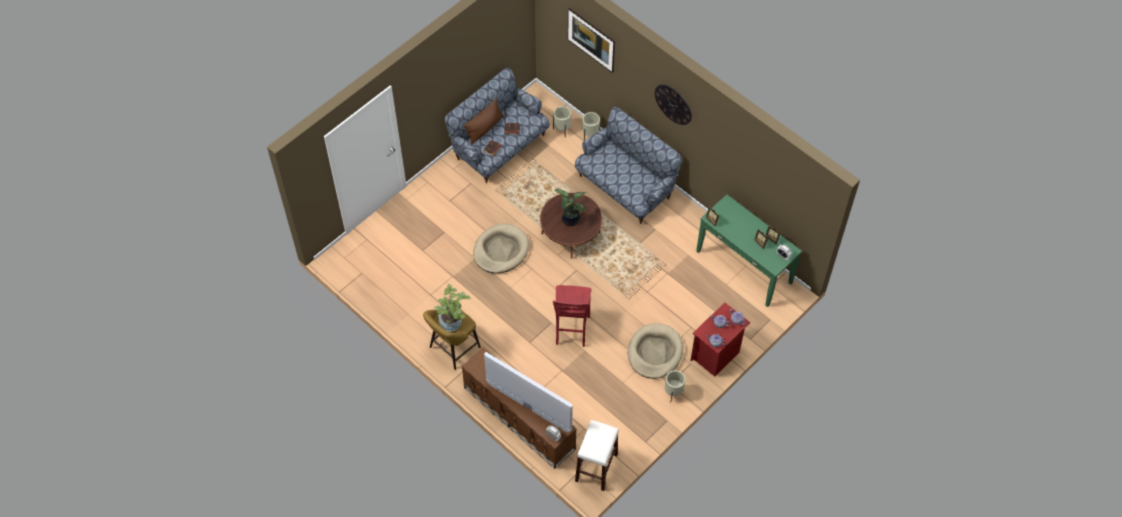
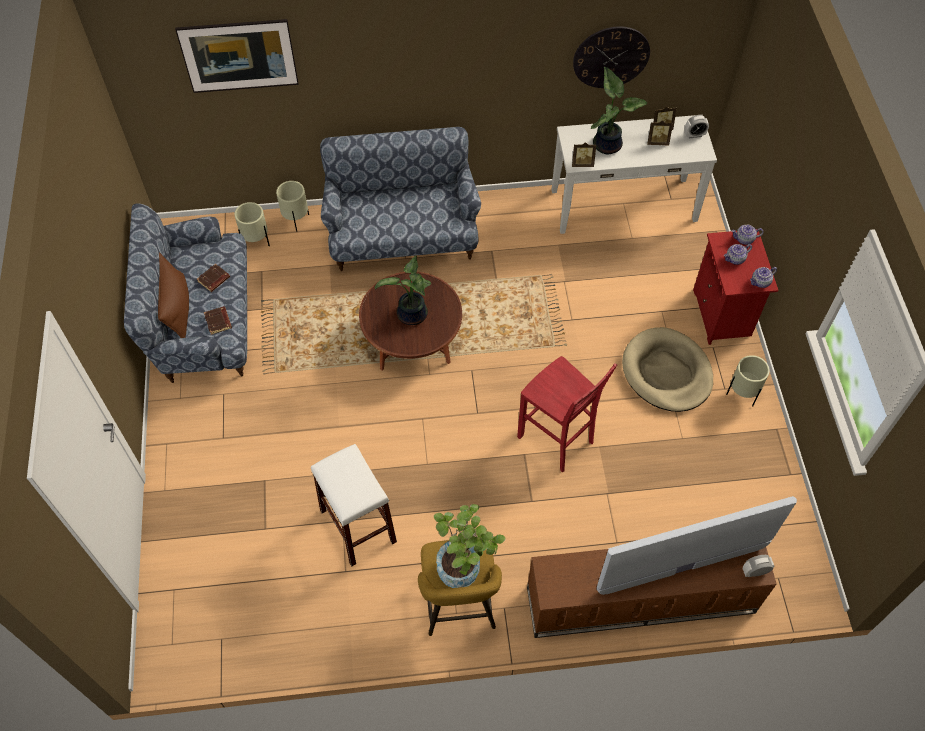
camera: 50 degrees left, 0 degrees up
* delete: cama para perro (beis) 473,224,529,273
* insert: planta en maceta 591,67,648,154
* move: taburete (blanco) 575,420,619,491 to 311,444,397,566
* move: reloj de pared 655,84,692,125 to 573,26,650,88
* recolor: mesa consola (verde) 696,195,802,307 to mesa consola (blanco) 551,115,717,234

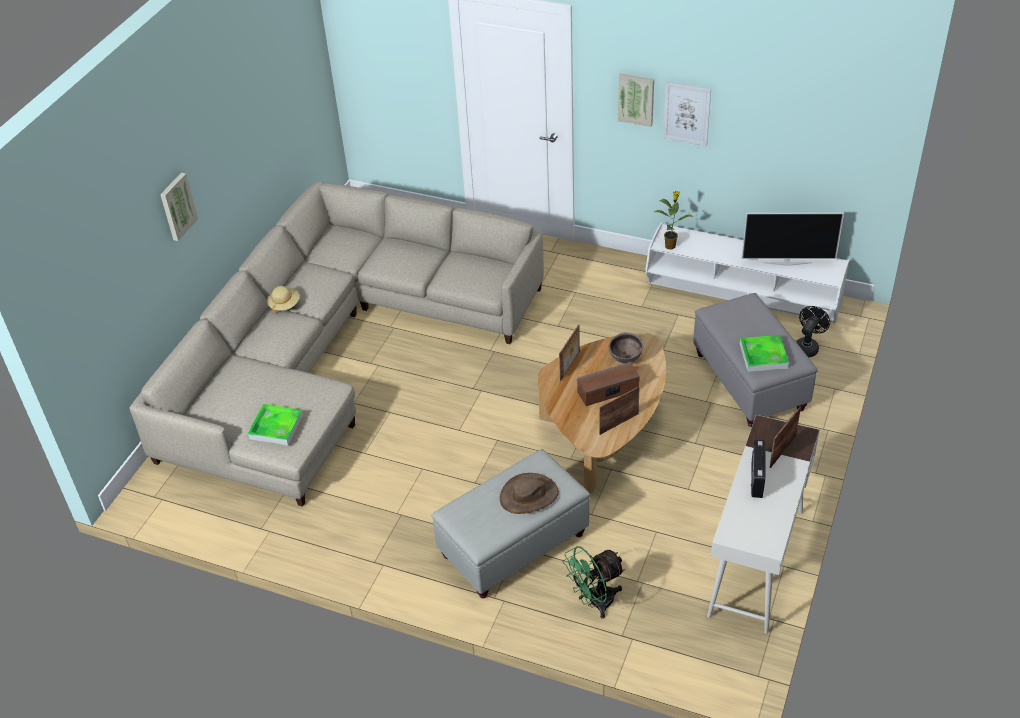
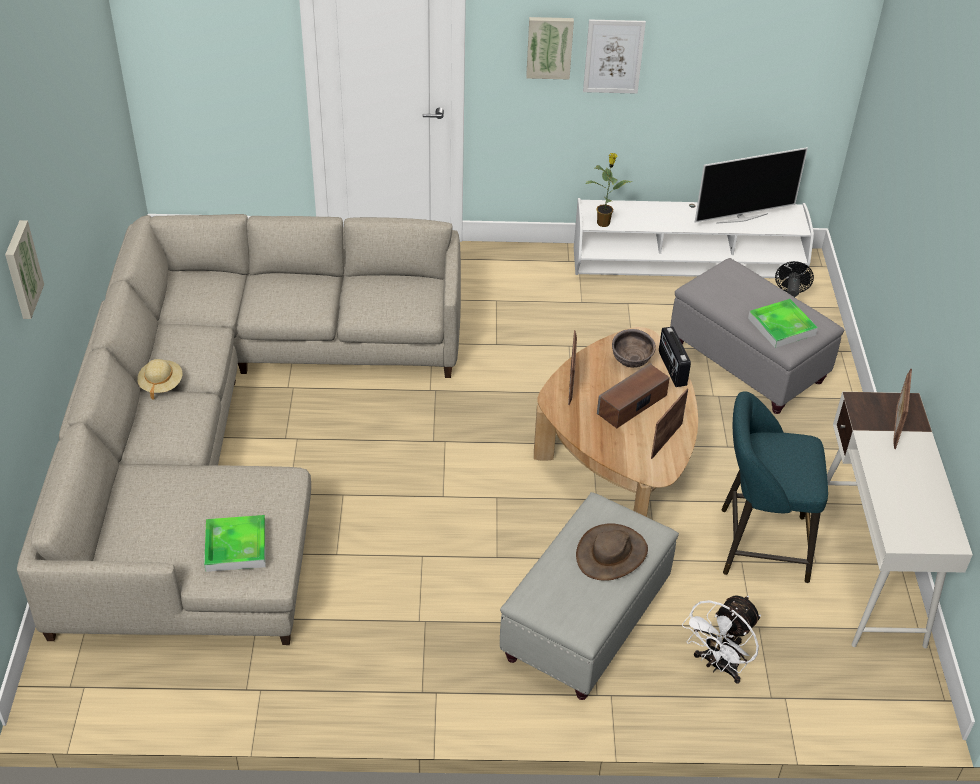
camera: 25 degrees left, 0 degrees up
* insert: taburete (turquesa) 722,392,828,583
* move: radio 751,440,765,498 to 659,326,691,387
* recolor: ventilador (verde) 563,546,625,619 to ventilador (blanco) 682,595,761,684

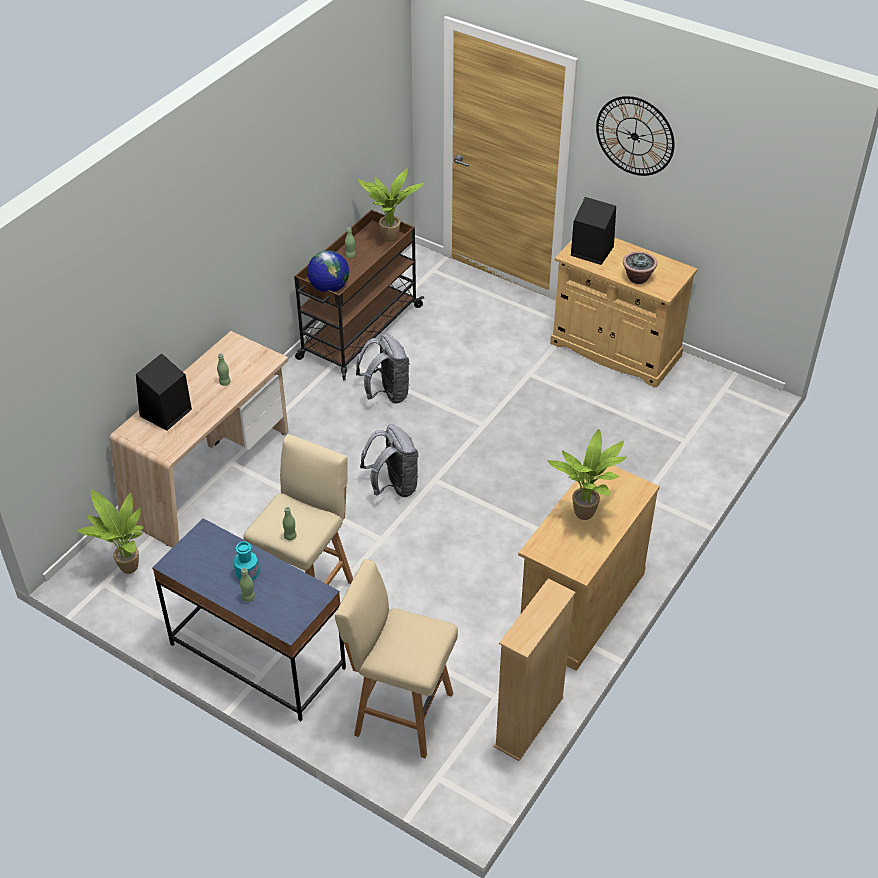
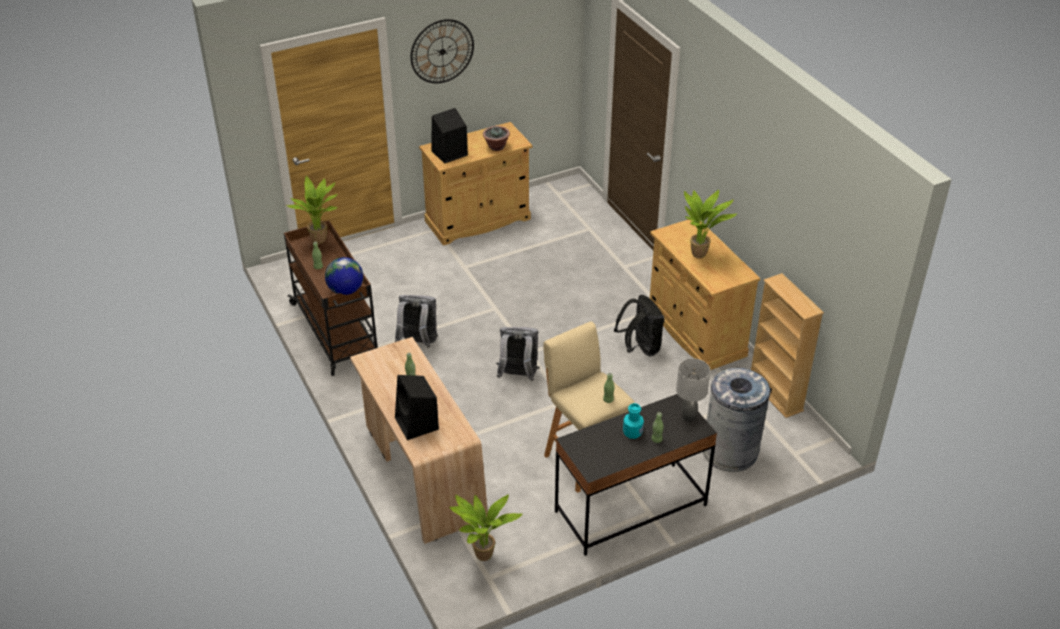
camera: 60 degrees left, 5 degrees down
* insert: mochila (negro) 614,295,665,356
* insert: lámpara de mesa (gris) 676,358,710,422
* replace: taburete (beis) 335,559,458,758 to papelera (gris) 703,368,770,472
* recolor: escritorio (azul) 152,518,346,721 to escritorio (negro) 555,394,717,556

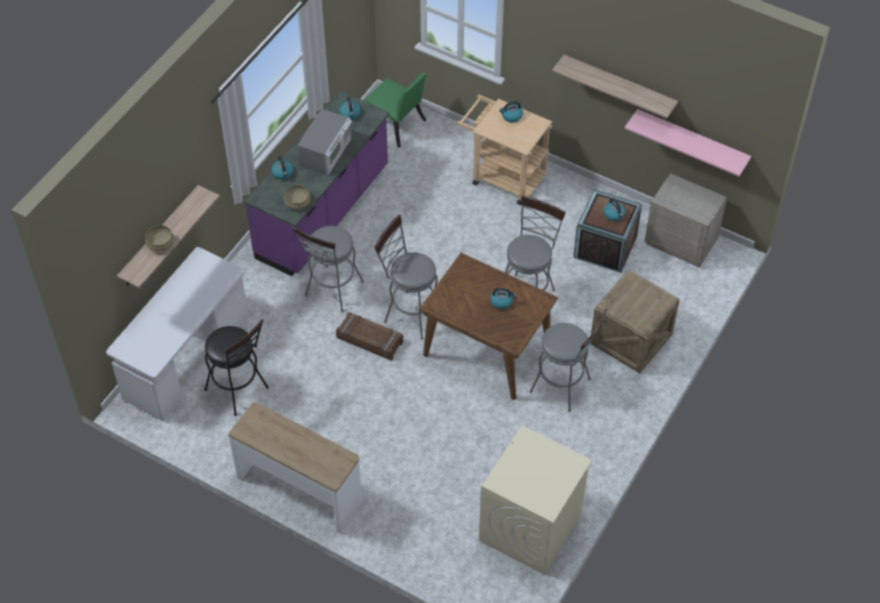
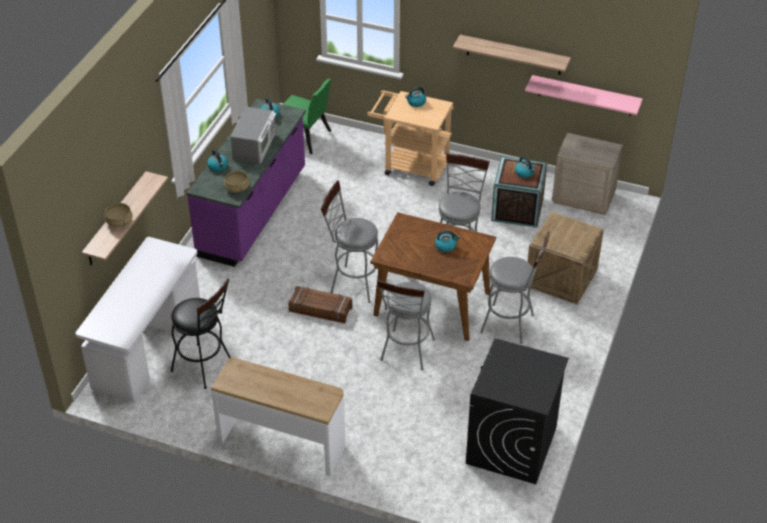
camera: 10 degrees left, 10 degrees down
* move: taburete (gris) 292,226,364,312 to 377,280,435,370
* recolor: lavadora (beis) 479,425,592,575 to lavadora (negro) 466,338,569,484

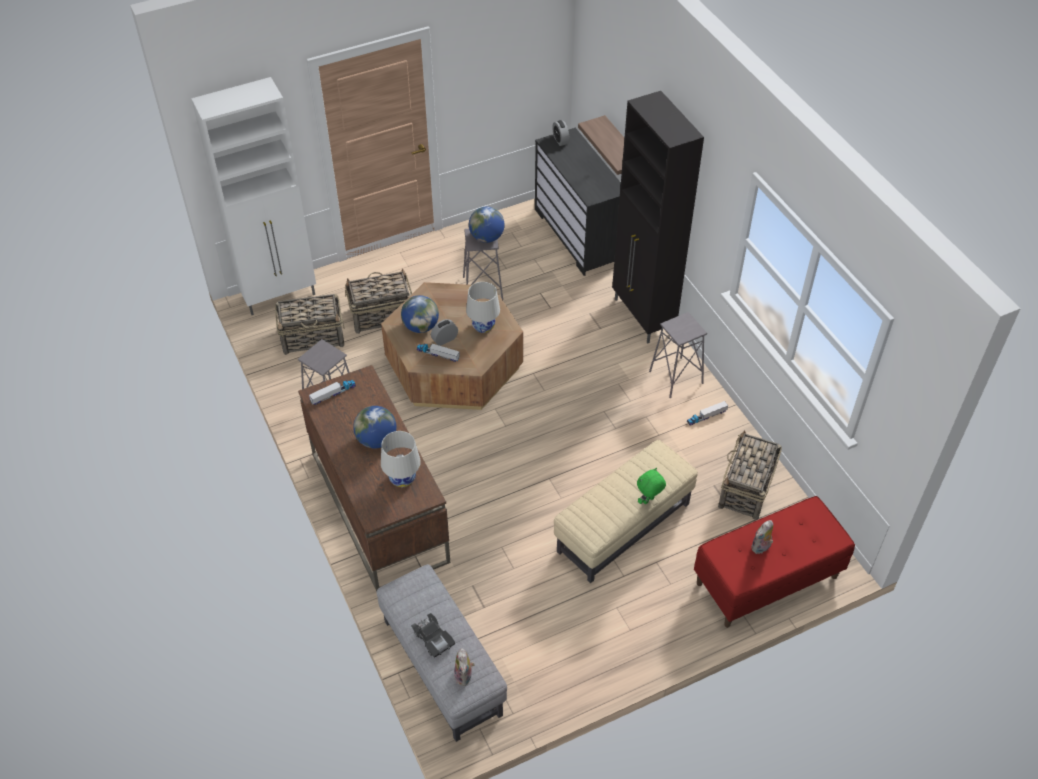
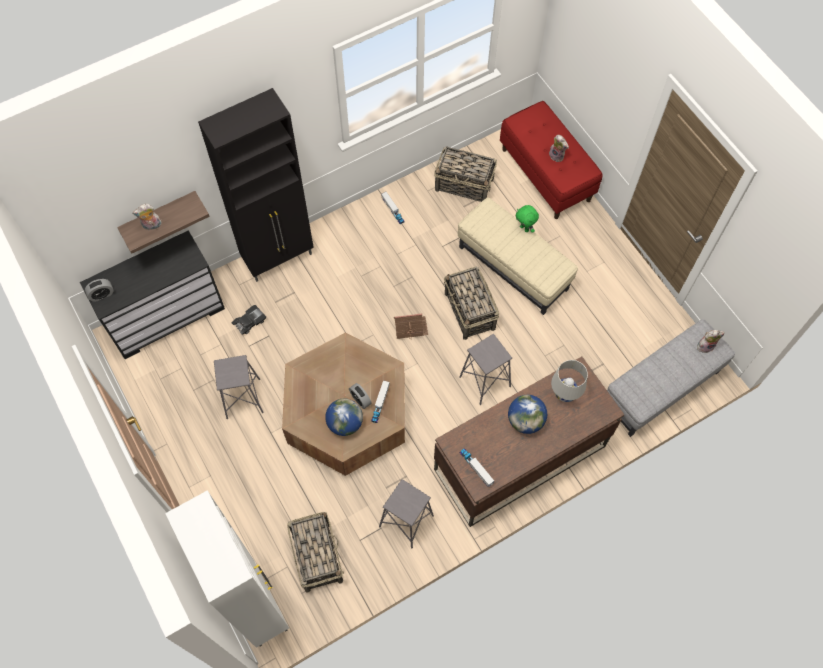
camera: 95 degrees left, 15 degrees up
* delete: lámpara de mesa (blanco) 466,282,500,333
* delete: globo terráqueo 469,206,505,243
* insert: peluche 132,203,162,230
* insert: casita 394,313,428,339
* move: cesta 345,268,412,334 to 444,267,499,340
* move: coche de juguete (negro) 411,613,455,658 to 231,305,266,335
* move: taburete (gris) 649,312,707,398 to 459,334,512,405

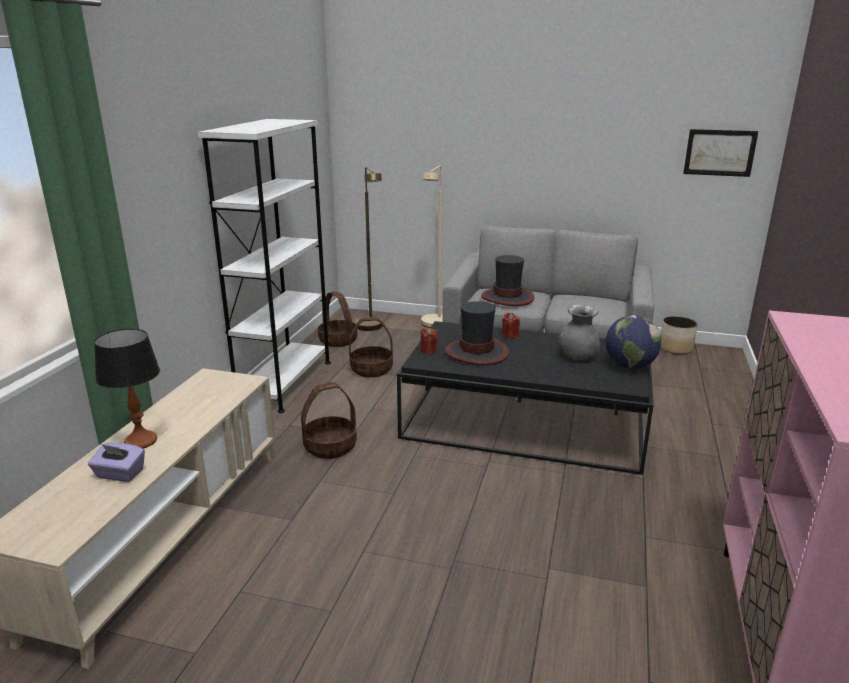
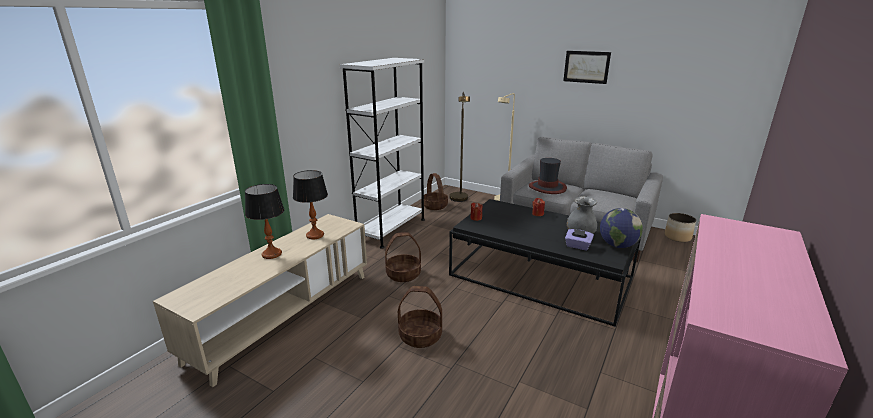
camera: 15 degrees right, 0 degrees up
* delete: sombrero 445,301,509,365
* insert: lámpara de mesa 293,170,328,239
* move: caja de pañuelos (morado) 88,443,145,482 to 565,229,594,251
* move: cesta 349,317,393,377 to 398,286,442,348
* move: cuadro 683,129,758,177 to 563,51,611,84

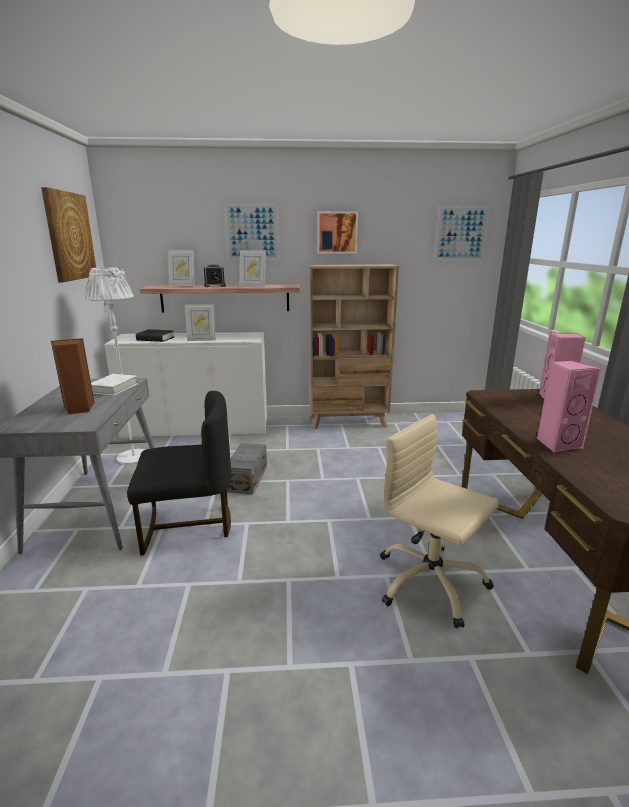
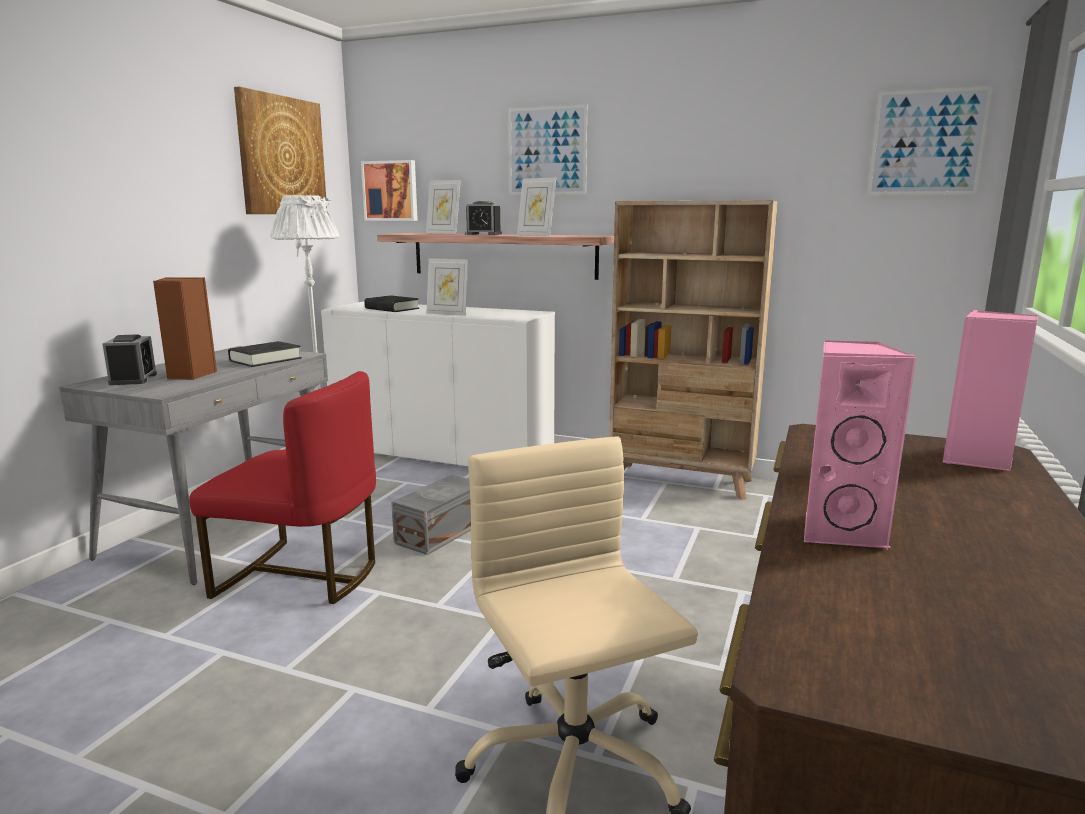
camera: 25 degrees right, 5 degrees down
* insert: despertador 102,334,157,385
* move: cuadro 317,211,358,254 to 361,160,418,221
* recolor: libro (blanco) 91,374,138,396 to libro (negro) 228,341,302,367
* recolor: silla (negro) 127,391,231,556 to silla (rojo) 189,371,376,604

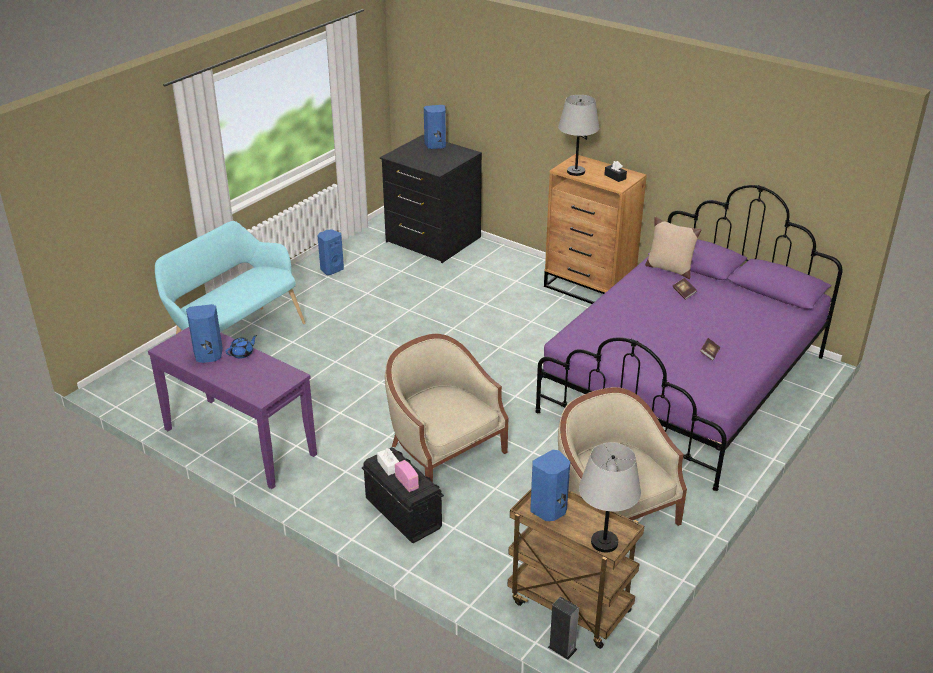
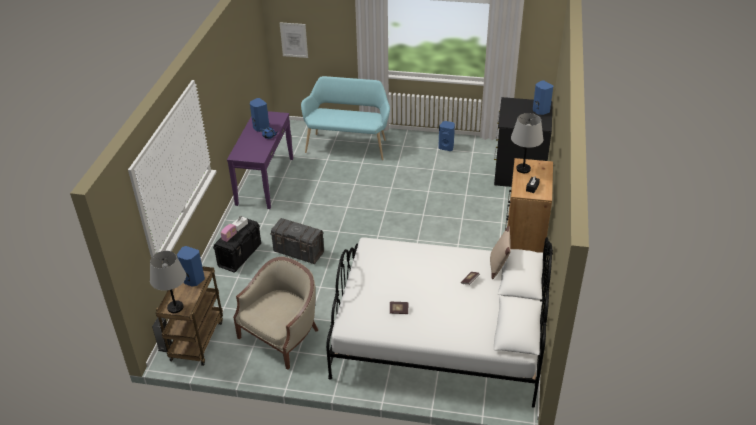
camera: 65 degrees right, 5 degrees up
* insert: cuadro 280,22,308,58
* replace: sillón (beis) 385,334,508,483 to caja de almacenaje (gris) 270,218,324,264
* recolor: cama (morado) 535,185,843,491 to cama (blanco) 326,237,553,408

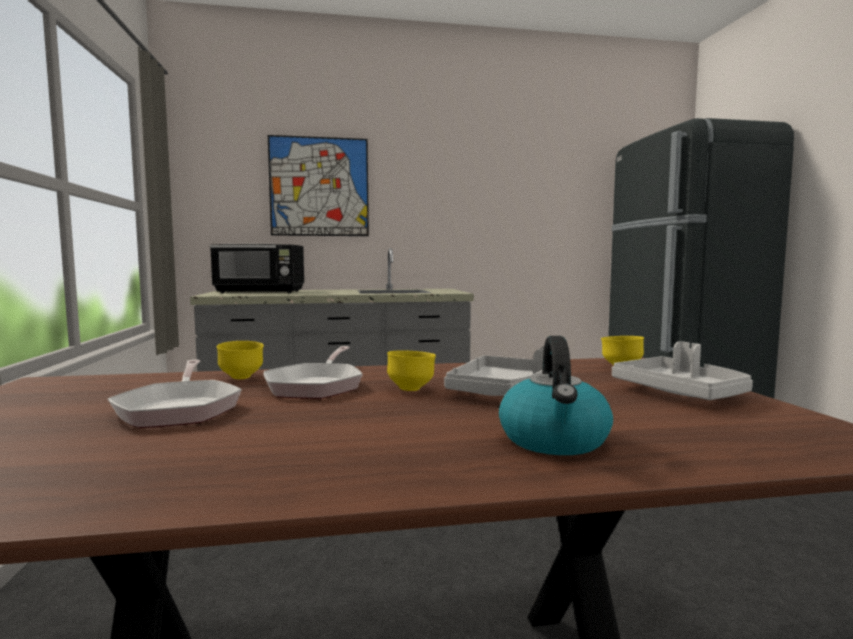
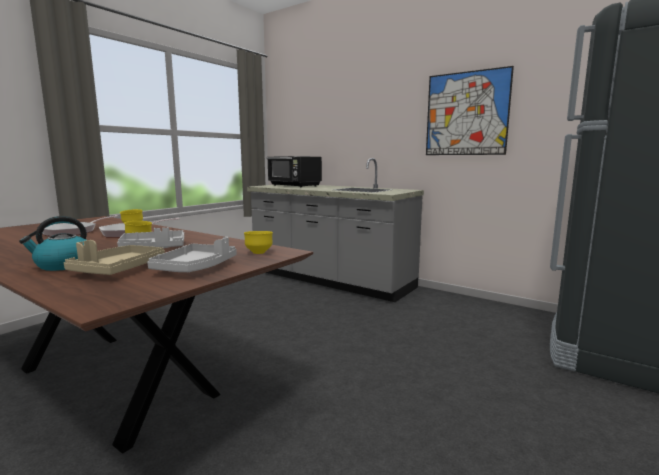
camera: 45 degrees right, 5 degrees up
* insert: bandeja (beis) 64,240,165,275
* move: cuadro 268,135,369,236 to 426,66,514,155

